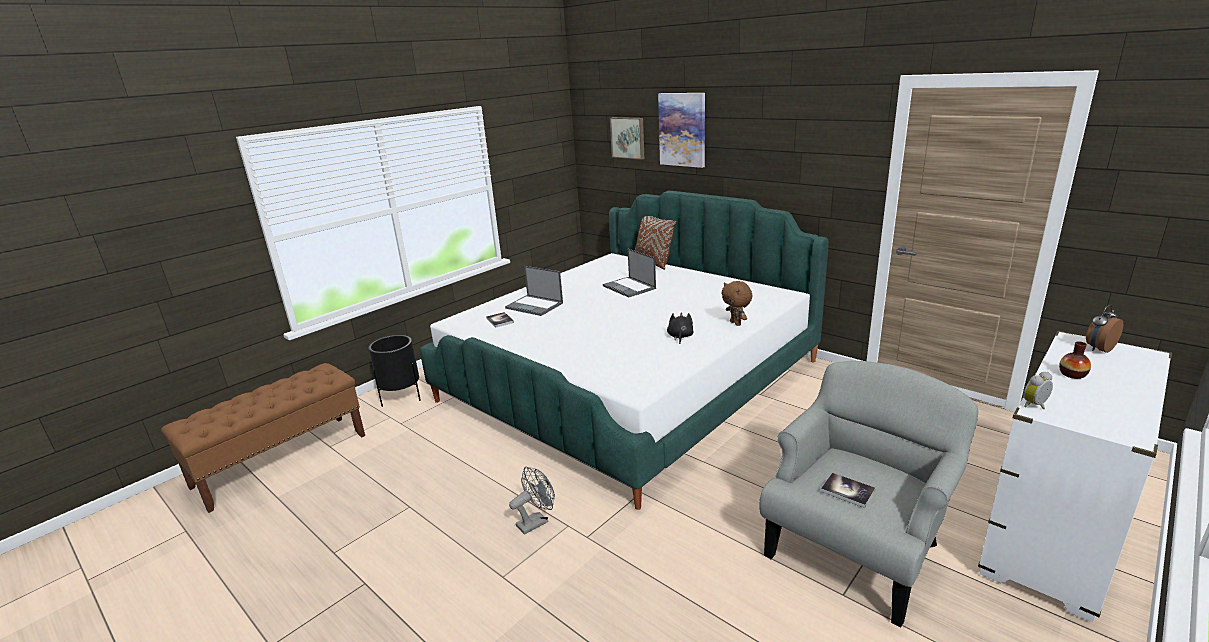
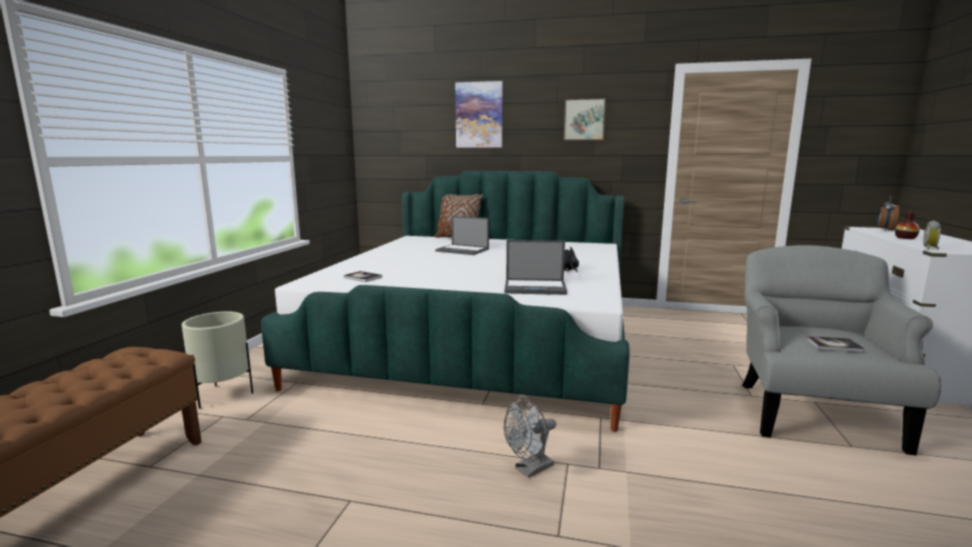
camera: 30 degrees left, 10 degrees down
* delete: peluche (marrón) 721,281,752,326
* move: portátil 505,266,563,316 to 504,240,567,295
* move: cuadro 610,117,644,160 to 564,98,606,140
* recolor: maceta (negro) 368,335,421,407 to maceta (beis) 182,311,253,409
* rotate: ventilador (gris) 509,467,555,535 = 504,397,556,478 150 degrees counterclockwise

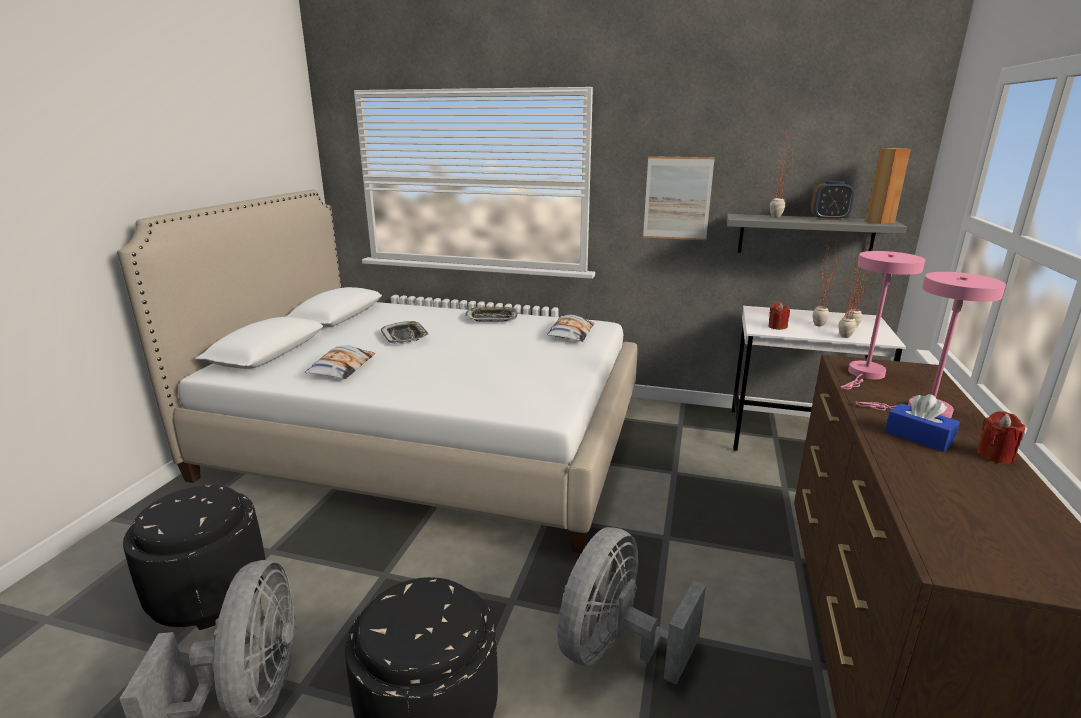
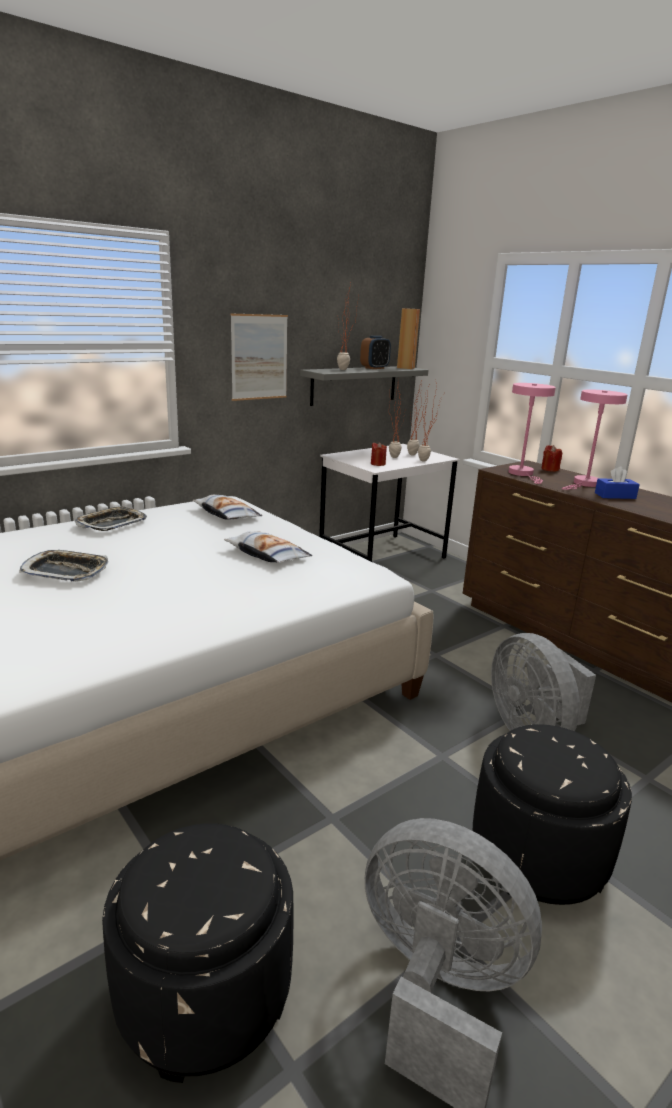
camera: 55 degrees left, 0 degrees up
* move: cojín 305,345,375,379 to 224,531,312,563
* move: vela (rojo) 977,411,1025,464 to 541,445,562,472

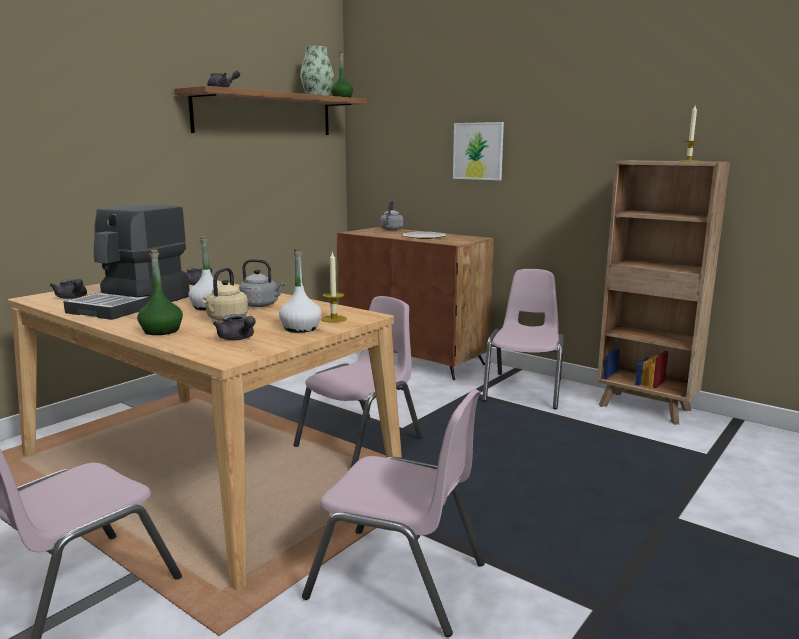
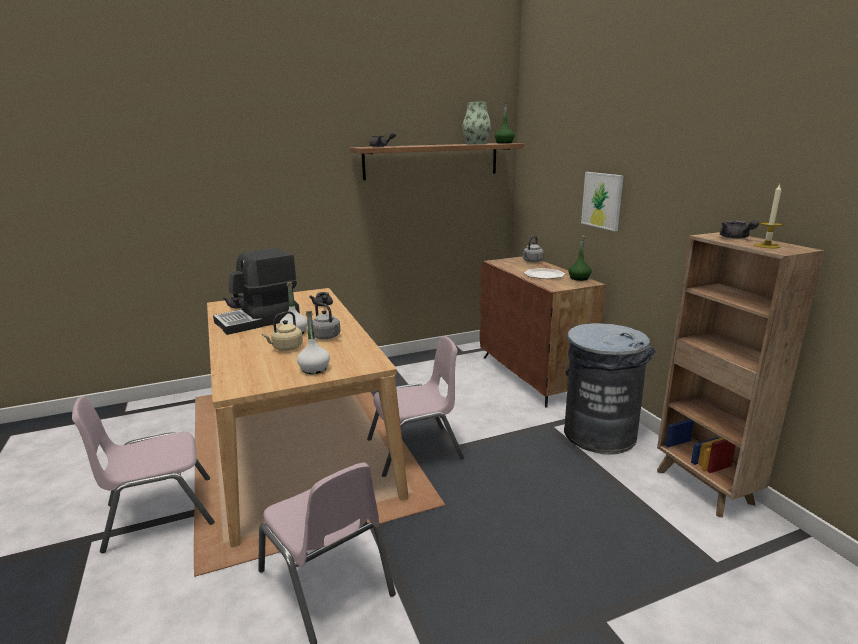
camera: 30 degrees right, 5 degrees up
* delete: vela 321,253,347,323
* move: botella (verde) 137,250,183,335 to 568,236,592,281
* move: tetera (gris) 213,314,256,340 to 720,220,759,239
* replace: silla (rosa) 482,269,564,409 to papelera (gris) 564,323,656,455

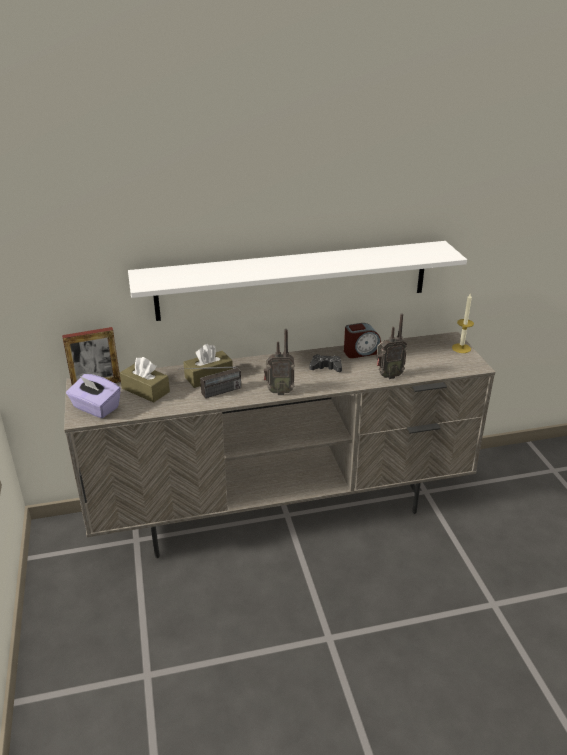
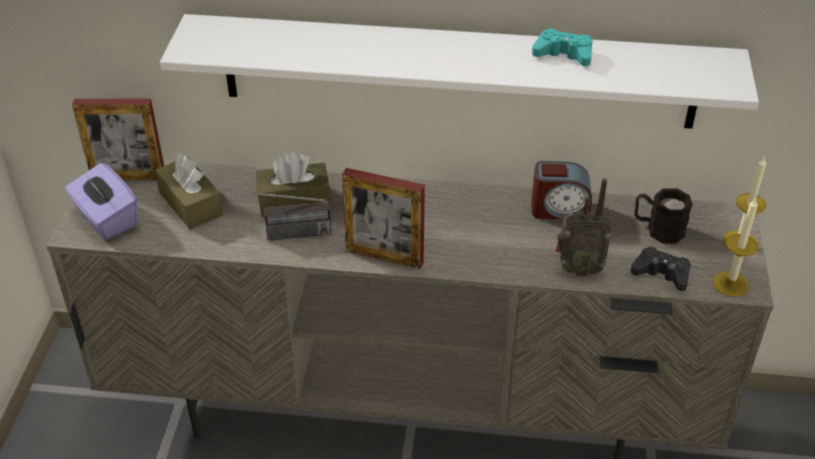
camera: 20 degrees right, 10 degrees up
* insert: mando de consola (turquesa) 532,28,593,66
* insert: taza grande (negro) 635,189,693,243
* insert: vela 713,198,758,297
* move: mando de consola (negro) 310,355,342,372 to 631,247,691,291
* replace: radio 264,329,295,395 to portarretratos 342,168,425,269

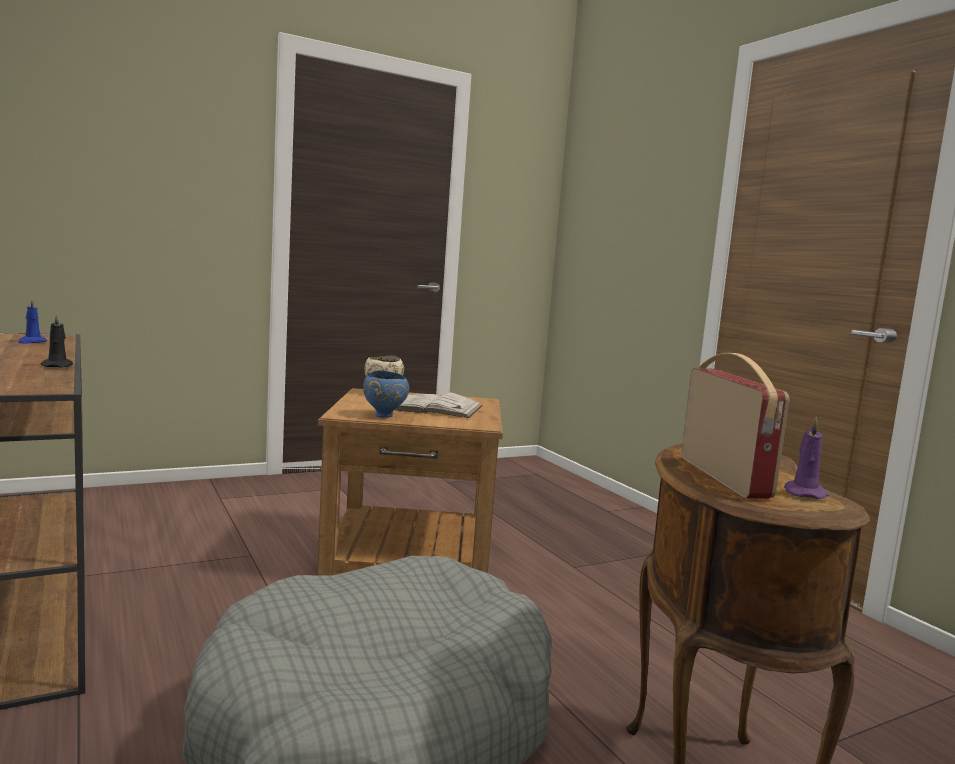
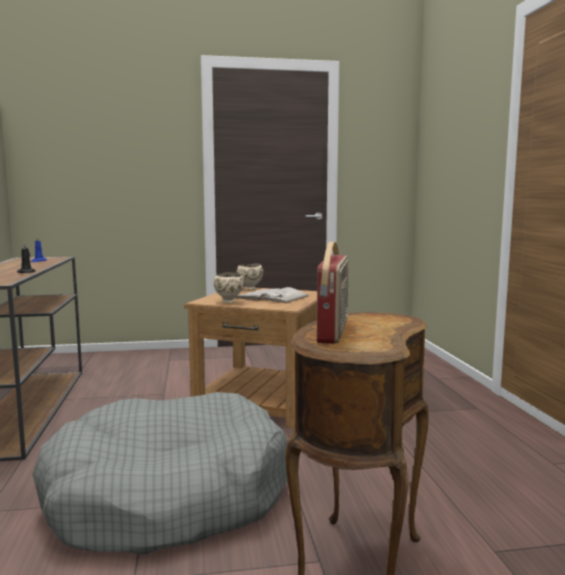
camera: 20 degrees right, 0 degrees up
* delete: vela (morado) 784,417,829,499
* recolor: cuenco (azul) 363,371,409,418 to cuenco (beis) 214,272,244,303

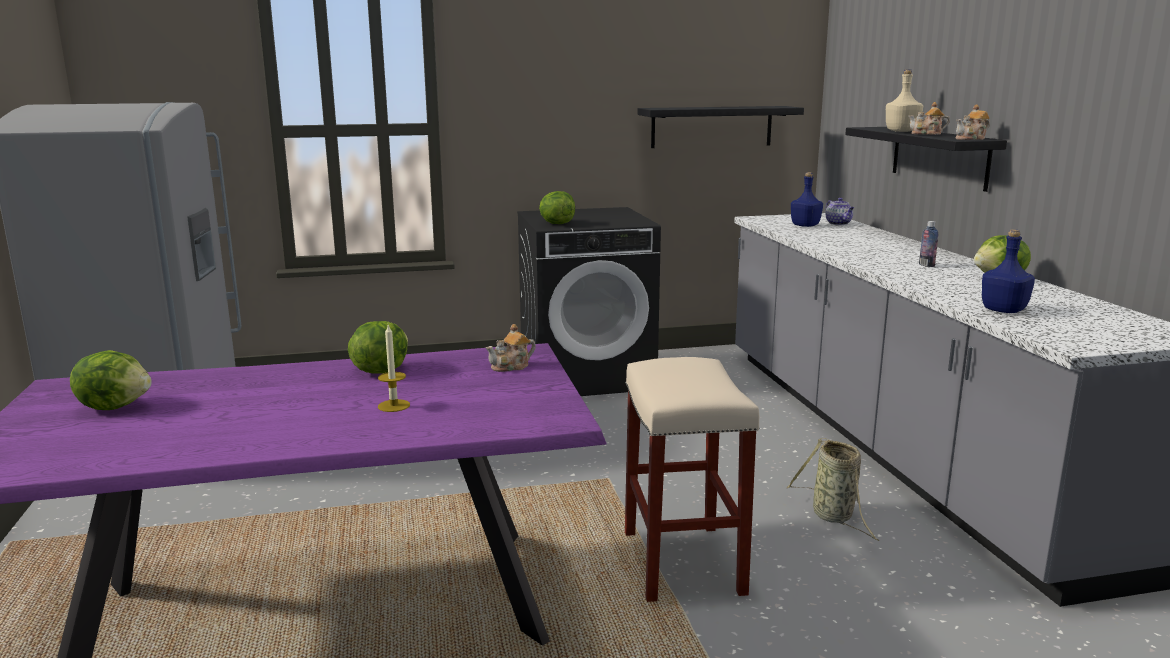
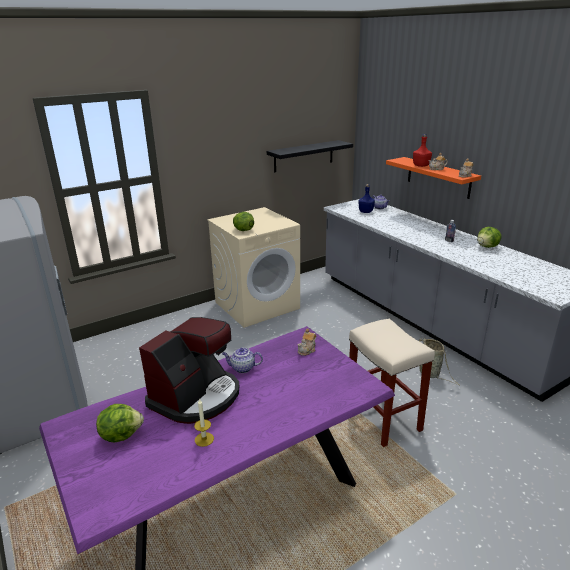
camera: 20 degrees left, 10 degrees up
* delete: botella (azul) 982,229,1035,313
* insert: cafetera 139,317,239,424
* move: vela 378,325,410,412 to 194,398,214,447
* replace: lechuga 348,321,408,374 to tetera 222,348,263,373
* recolor: lavadora (negro) 517,207,661,396 to lavadora (beis) 207,207,300,328
* recolor: estante (negro) 845,127,1007,192 to estante (naranja) 386,157,481,199
* recolor: botella (beis) 886,69,923,132 to botella (rojo) 413,134,432,167

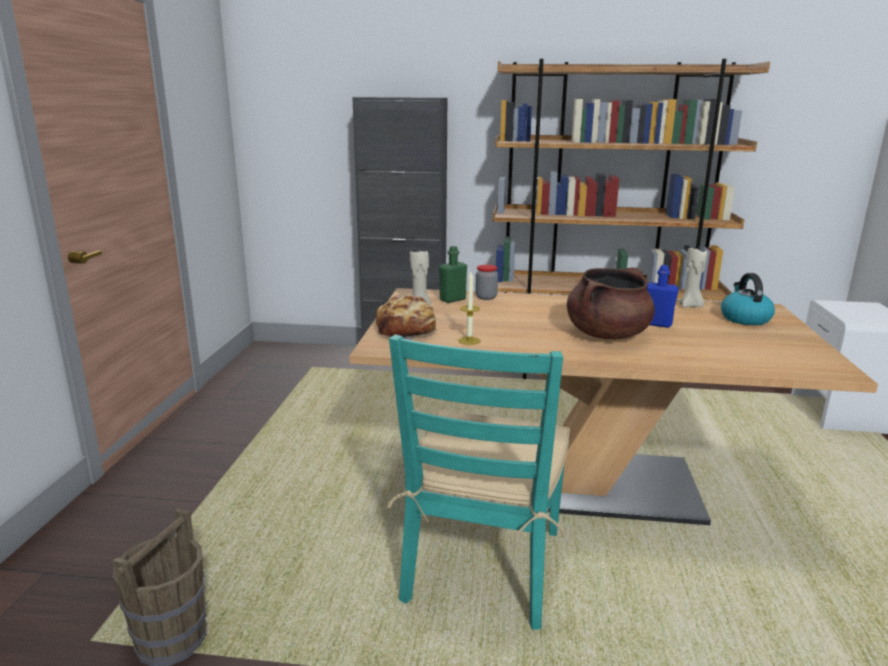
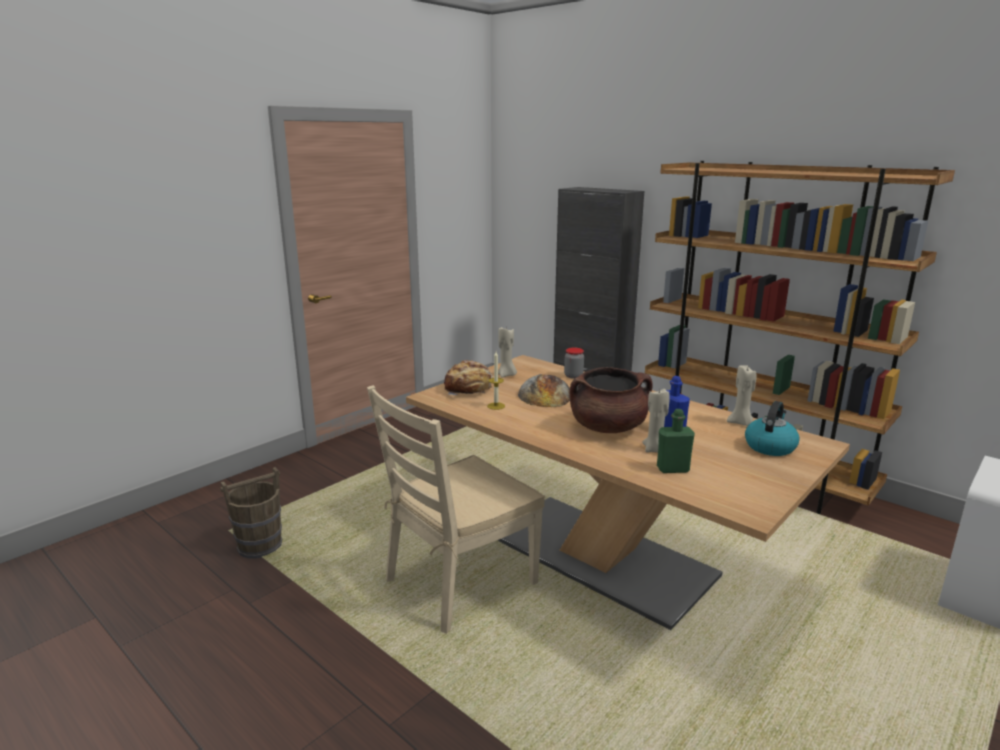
camera: 35 degrees right, 0 degrees up
* insert: pan 518,374,570,407
* insert: vela (beis) 642,389,670,453
* move: botella (verde) 439,246,467,303 to 657,409,695,473
* recolor: silla (turquesa) 387,334,570,630 to silla (beis) 367,385,545,634

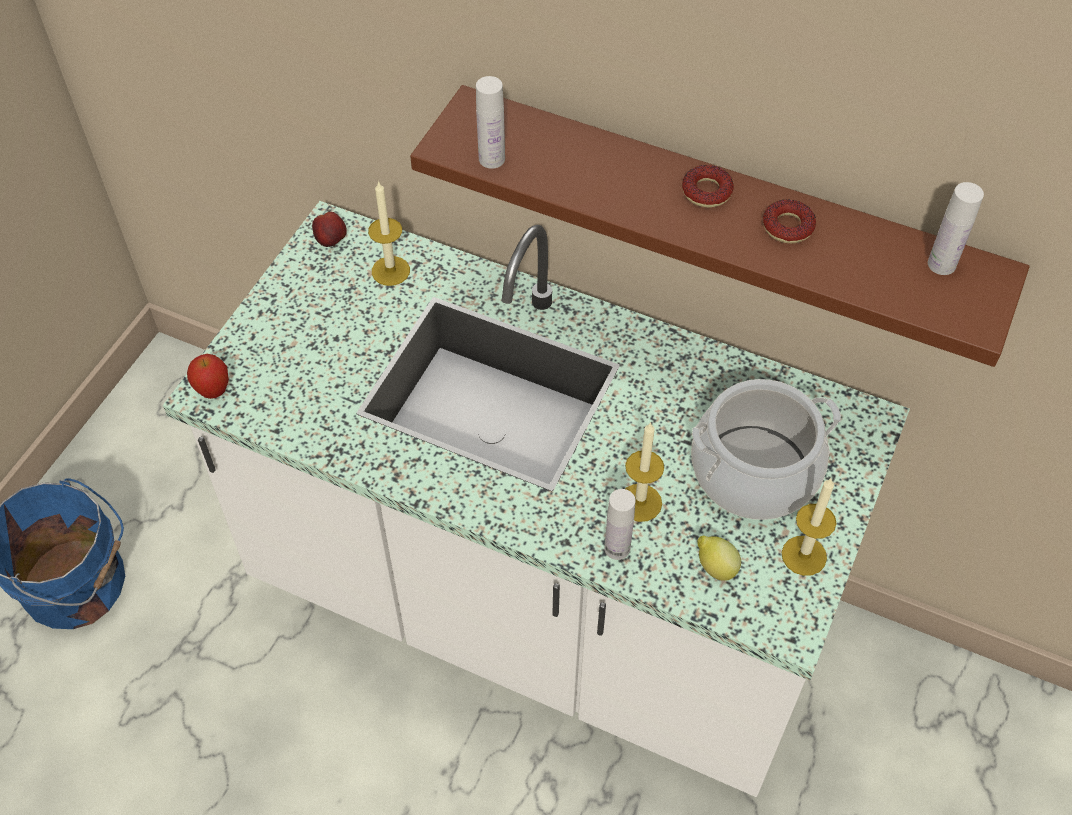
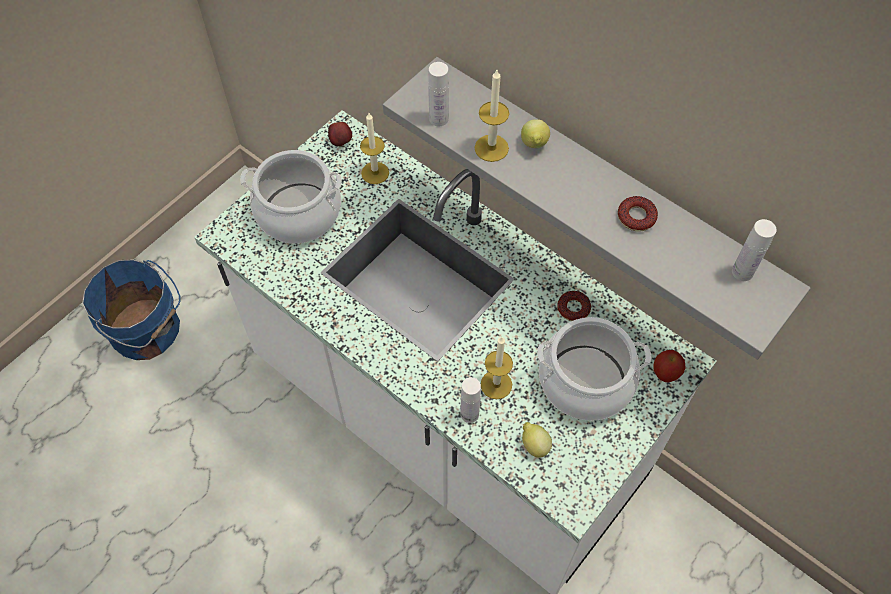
camera: 15 degrees right, 5 degrees up
* insert: olla 240,150,342,244
* insert: limón 521,119,550,148
* move: manzana 187,354,229,399 to 653,350,686,383
* move: rosquilla 682,165,734,208 to 557,291,591,321
* move: vela 781,479,837,576 to 475,70,509,162
* recolor: estante (marrón) 410,85,1030,367 to estante (gris) 383,57,811,360

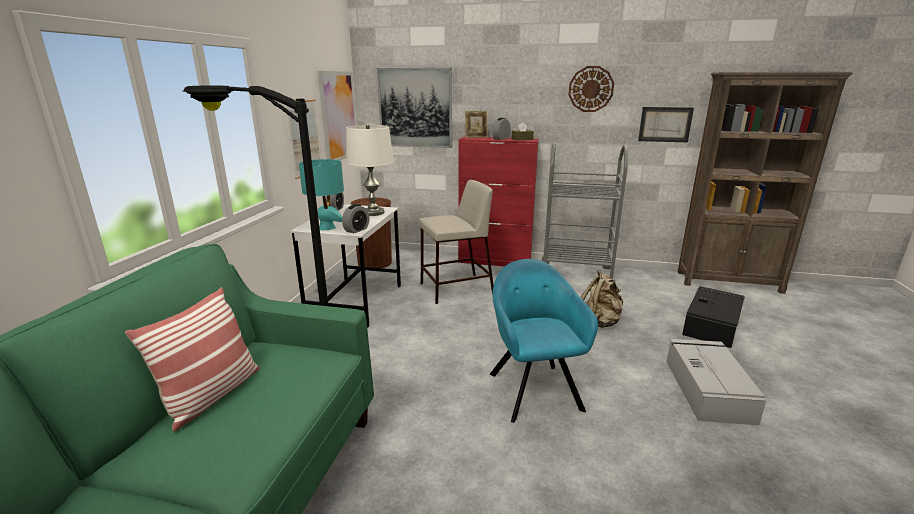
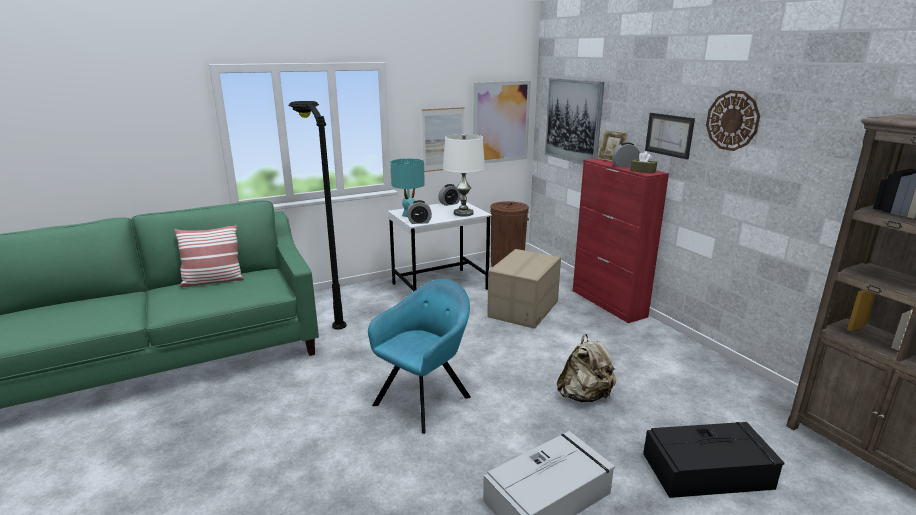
camera: 50 degrees right, 0 degrees up
* delete: carrito (gris) 542,143,628,281
* move: cuadro 638,107,694,142 to 645,113,695,160
* replace: taburete (beis) 419,180,494,304 to caja de cartón 487,249,561,329

